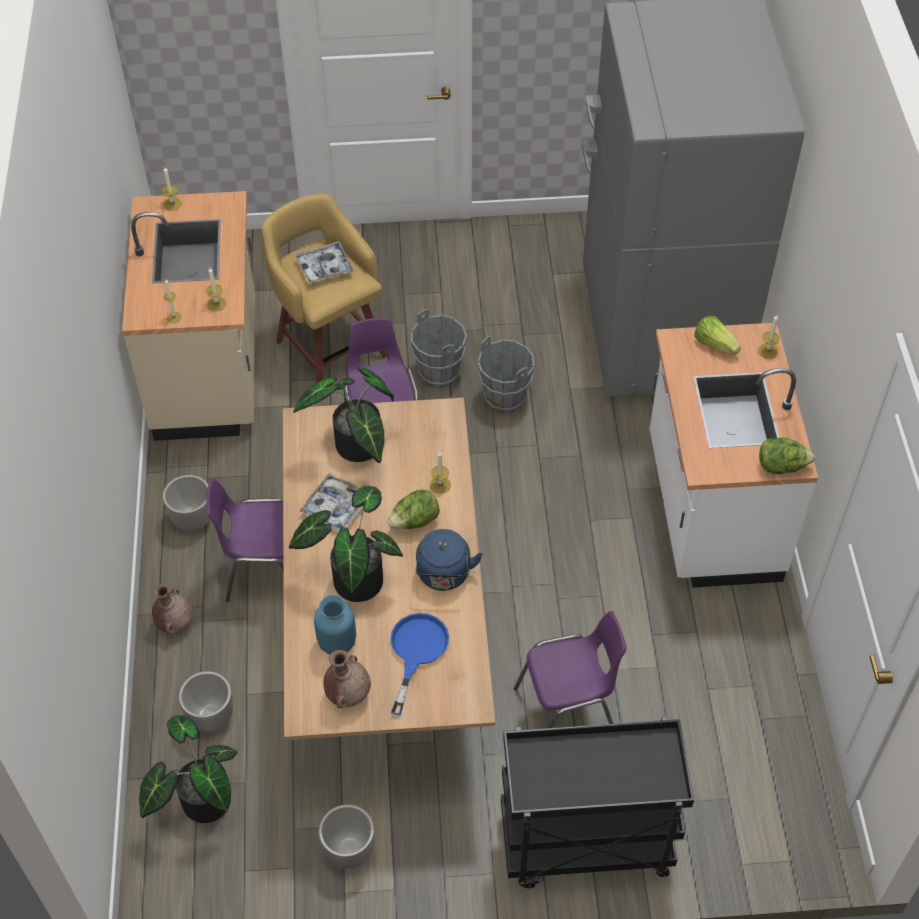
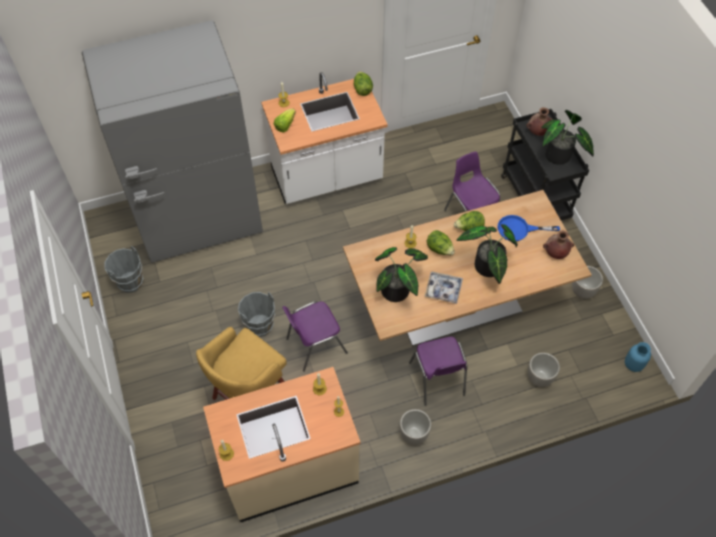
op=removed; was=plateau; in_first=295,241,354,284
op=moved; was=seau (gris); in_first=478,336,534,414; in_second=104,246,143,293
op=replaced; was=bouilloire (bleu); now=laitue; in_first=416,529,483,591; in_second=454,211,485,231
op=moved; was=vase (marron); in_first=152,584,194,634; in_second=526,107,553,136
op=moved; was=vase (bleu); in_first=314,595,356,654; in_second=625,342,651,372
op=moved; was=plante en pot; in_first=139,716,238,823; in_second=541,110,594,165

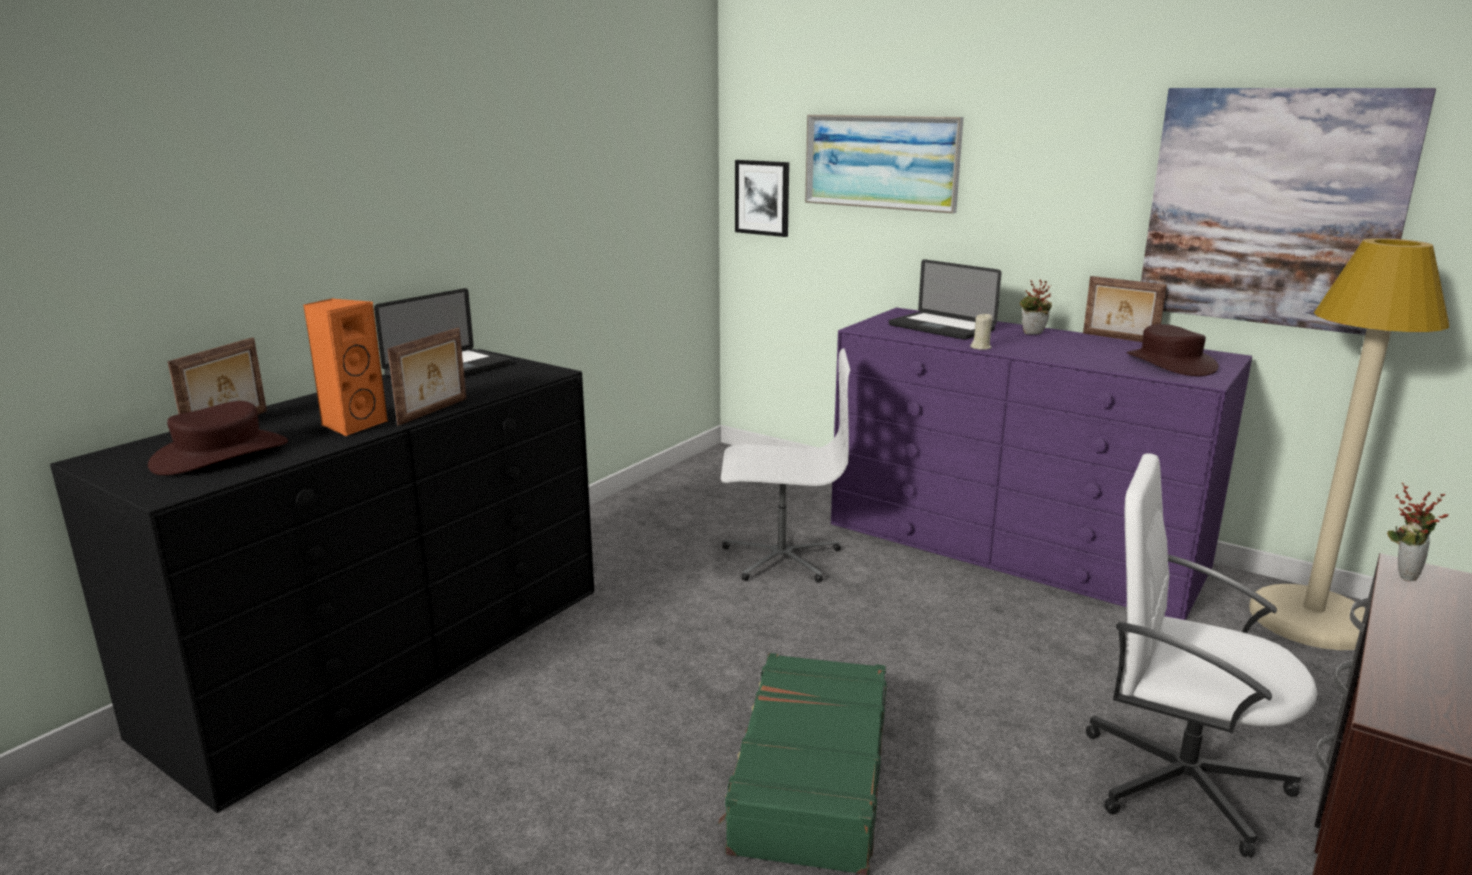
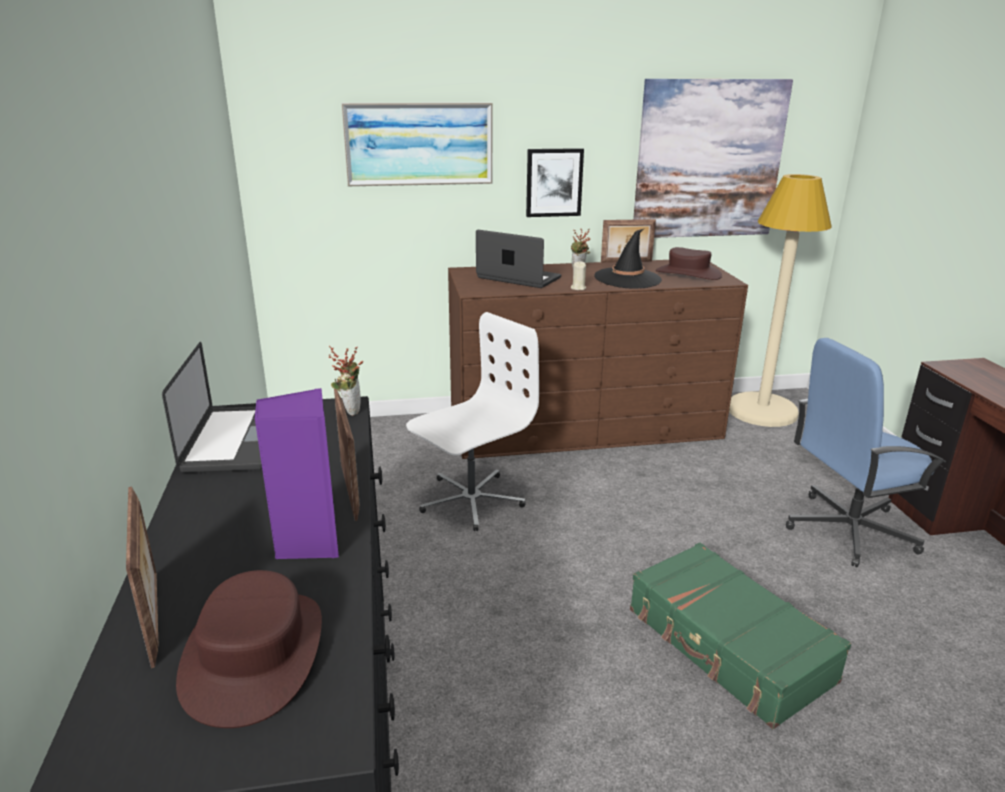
op=moved; was=tableau; in_first=735,160,789,237; in_second=526,148,584,217
op=turned; was=ordinateur portable; in_first=889,259,1001,340; in_second=476,230,561,288; clockwise=-150
op=recoloured; was=enceinte (orange); now=enceinte (violet); in_first=303,298,388,436; in_second=254,388,339,560
op=recoloured; was=commode (violet); now=commode (marron); in_first=831,308,1252,620; in_second=448,260,748,459
op=recoloured; was=chaise de bureau (blanc); now=chaise de bureau (bleu); in_first=1086,453,1318,857; in_second=786,338,946,567
op=moved; was=plante en pot; in_first=1387,482,1449,581; in_second=329,346,363,416
op=added; now=chapeau (noir); in_second=594,229,662,289

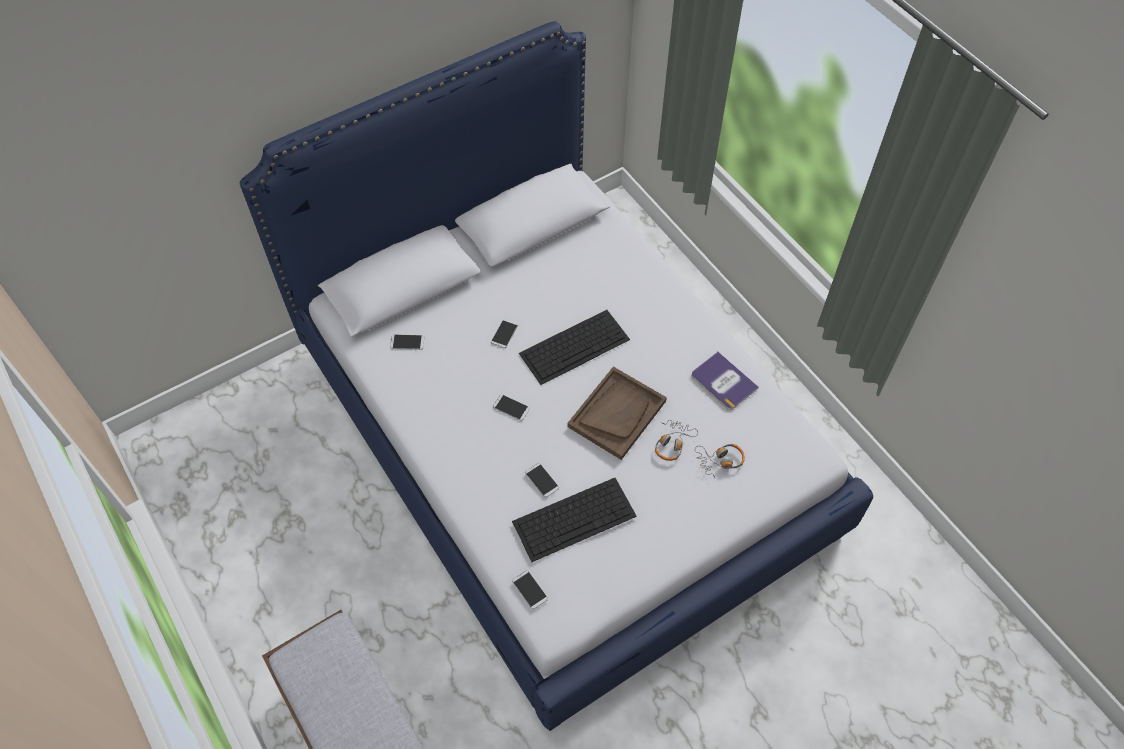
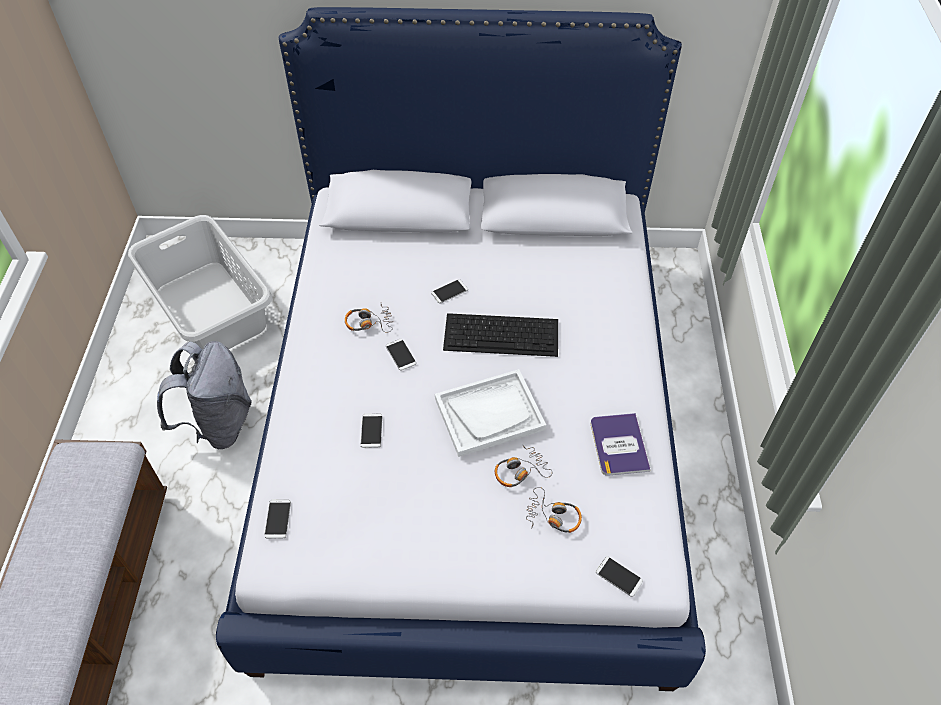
op=moved; was=téléphone; in_first=390,335,424,350; in_second=596,557,643,597
op=recoloured; was=plateau (marron); now=plateau (blanc); in_first=567,366,667,460; in_second=435,369,546,457
op=removed; was=clavier; in_first=512,478,637,562
op=added; now=panier à linge (gris); in_second=128,215,272,349
op=added; now=casque audio; in_second=345,304,393,333
op=added; now=sac à dos (gris); in_second=157,341,252,449

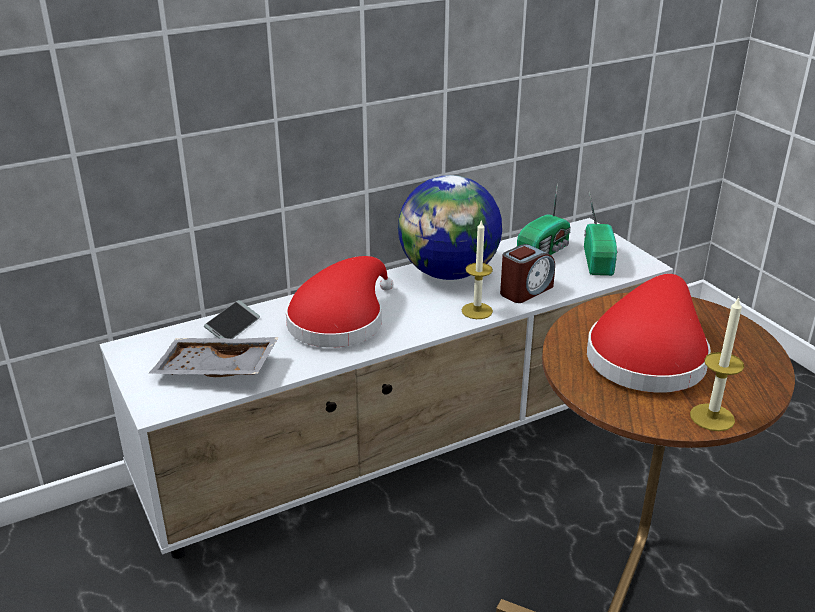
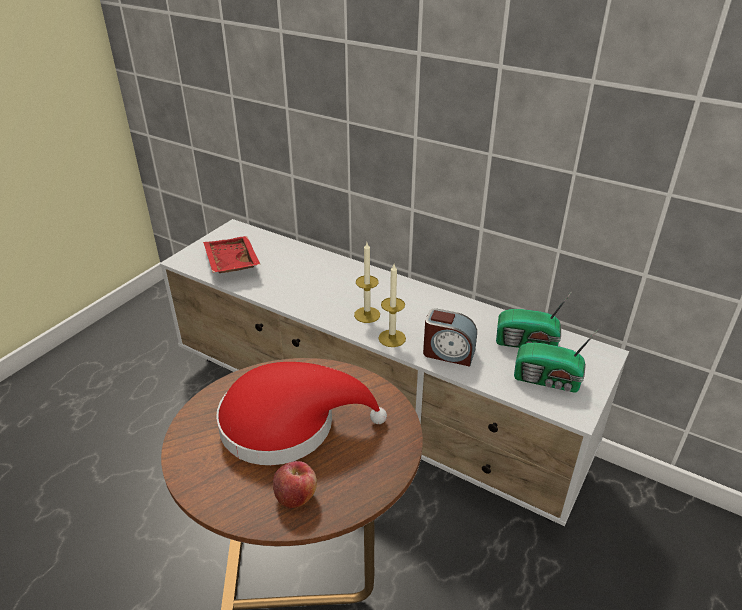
op=removed; was=globe; in_first=398,175,502,280
op=turned; was=radio; in_first=584,192,617,276; in_second=514,329,599,393; clockwise=45
op=removed; was=chapeau (rouge); in_first=286,256,393,348
op=moved; was=bougie; in_first=690,297,744,431; in_second=354,243,380,323
op=removed; was=téléphone; in_first=204,300,260,339
op=recoloured; was=plateau (gris); now=plateau (rouge); in_first=148,337,279,377; in_second=203,236,261,273
op=added; now=pomme; in_second=273,461,317,509

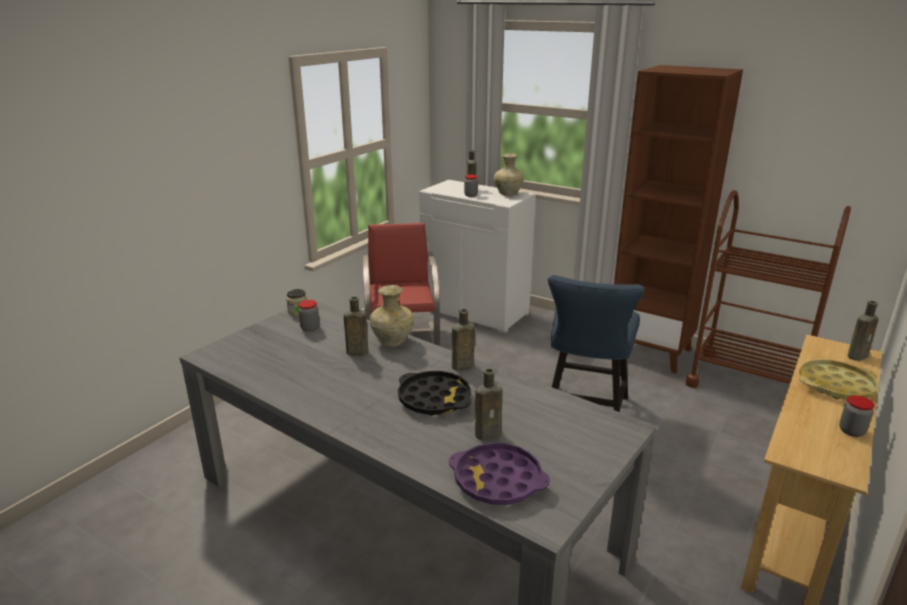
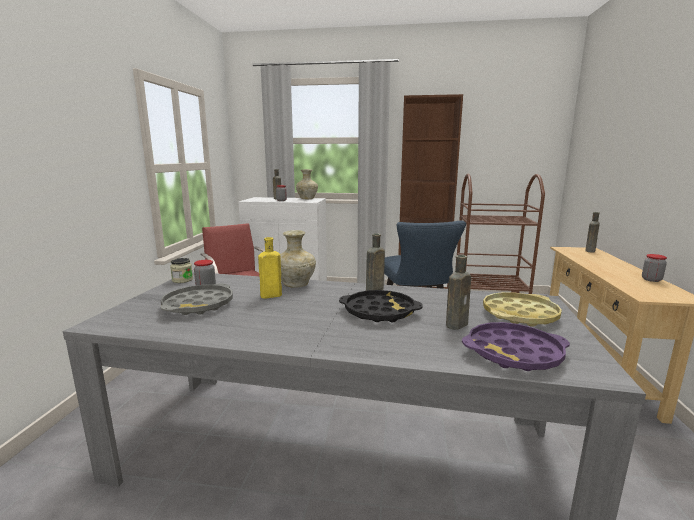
op=recoloured; was=bouteille (marron); now=bouteille (jaune); in_first=344,296,368,355; in_second=258,237,282,299
op=moved; was=plateau (jaune); in_first=799,359,879,399; in_second=483,292,562,327
op=added; now=plateau (gris); in_second=160,284,233,315

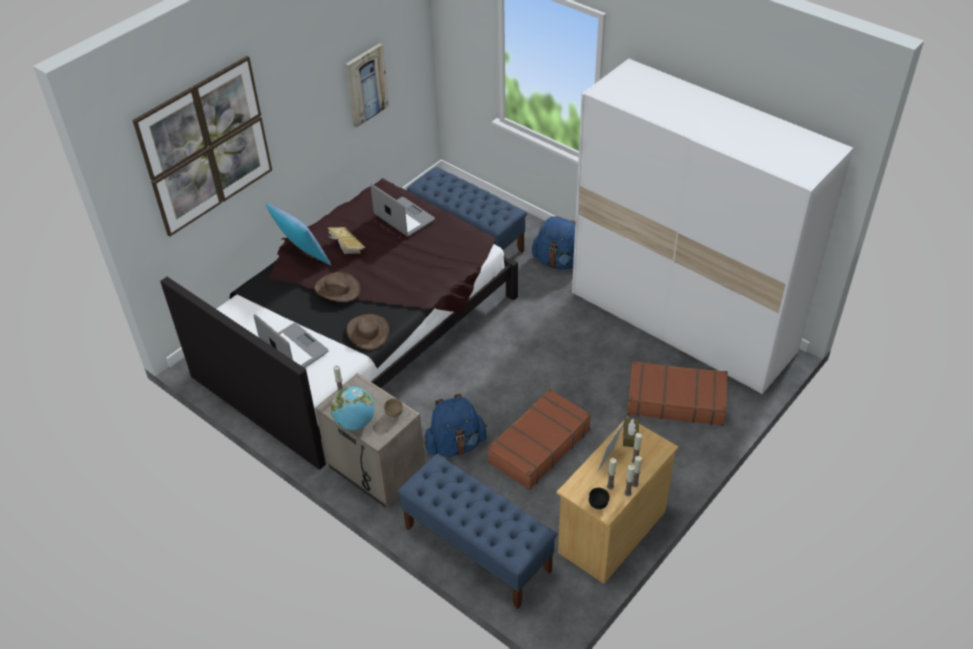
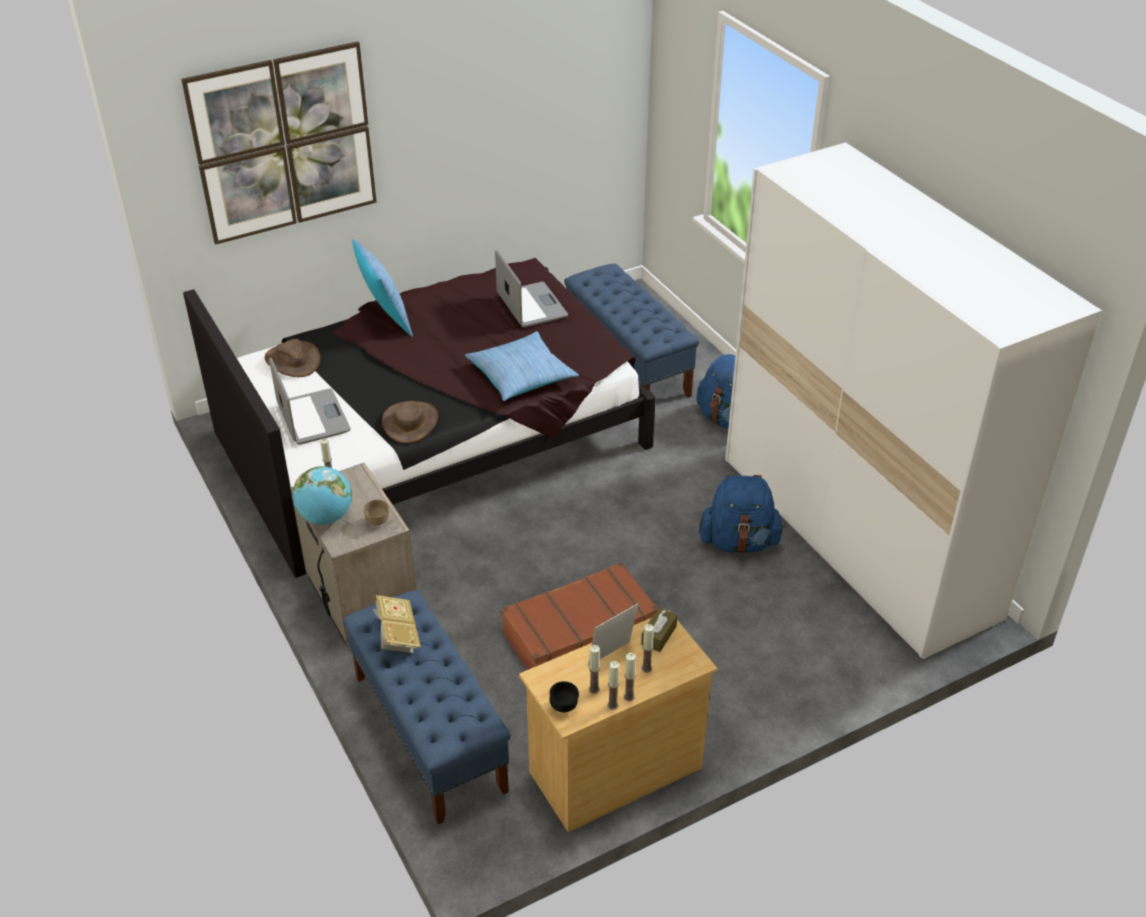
op=removed; was=tableau; in_first=345,43,389,128
op=moved; was=livre; in_first=328,227,366,254; in_second=373,595,421,653
op=moved; was=chapeau (marron); in_first=314,272,361,302; in_second=265,339,320,377
op=removed; was=valise (marron); in_first=627,361,728,426
op=moved; was=sac à dos (bleu); in_first=424,394,488,457; in_second=699,475,785,554
op=added; now=coussin; in_second=465,331,579,401

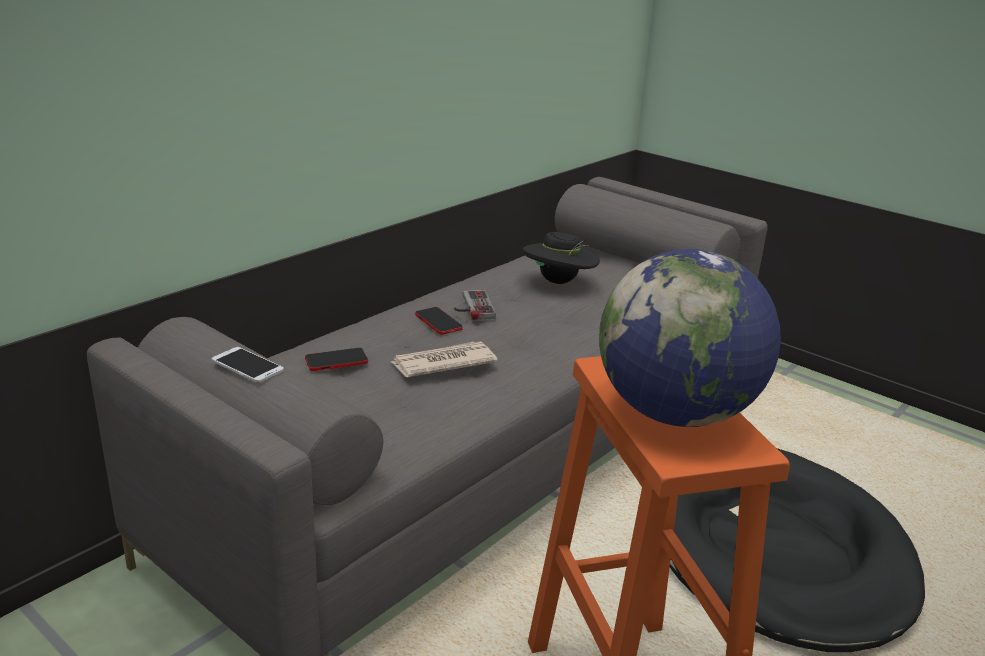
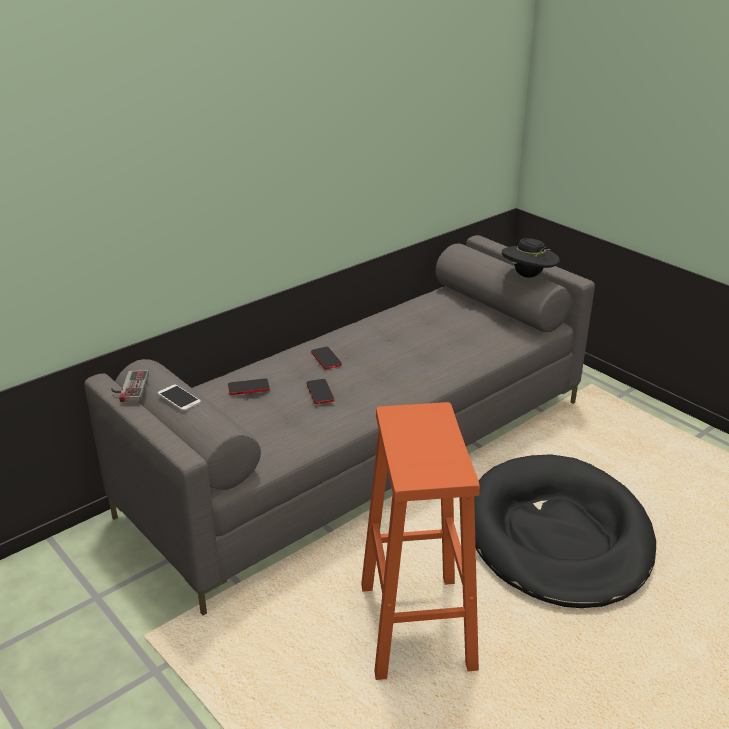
op=moved; was=chapeau (noir); in_first=523,232,600,284; in_second=502,238,560,278
op=removed; was=globe; in_first=599,249,781,427
op=moved; was=manette; in_first=454,290,496,320; in_second=111,370,149,402
op=replaced; was=journal; now=téléphone; in_first=391,342,498,377; in_second=307,379,334,404

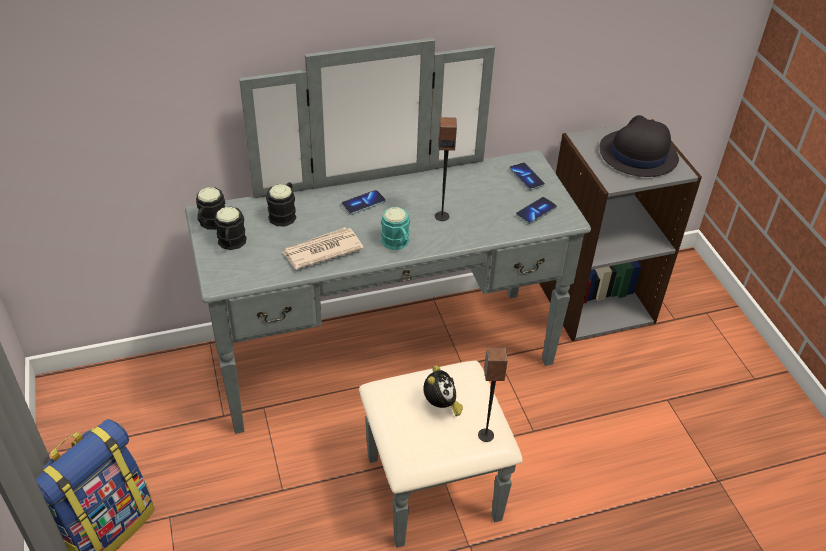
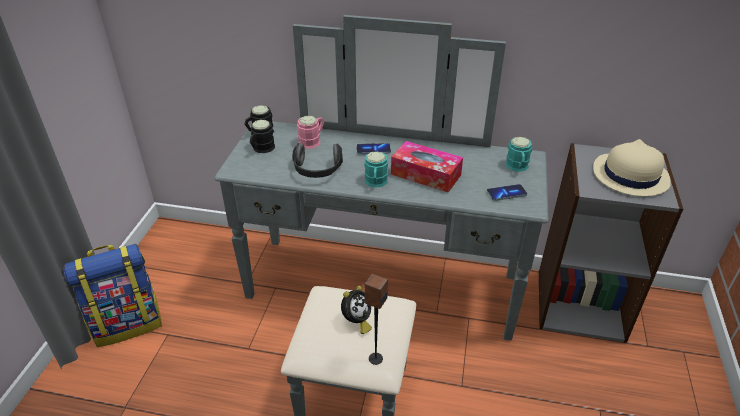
op=recoloured; was=chapeau (noir); now=chapeau (beige); in_first=600,115,679,177; in_second=593,139,671,196
op=replaced; was=enceinte; now=boîte à mouchoirs; in_first=435,117,457,221; in_second=391,141,463,192
op=replaced; was=téléphone; now=mug (turquoise); in_first=509,163,545,190; in_second=506,137,532,172
op=recoloured; was=mug (noir); now=mug (rose); in_first=266,182,296,226; in_second=297,116,325,149
op=replaced; was=journal; now=casque audio; in_first=282,227,364,269; in_second=292,143,343,178

